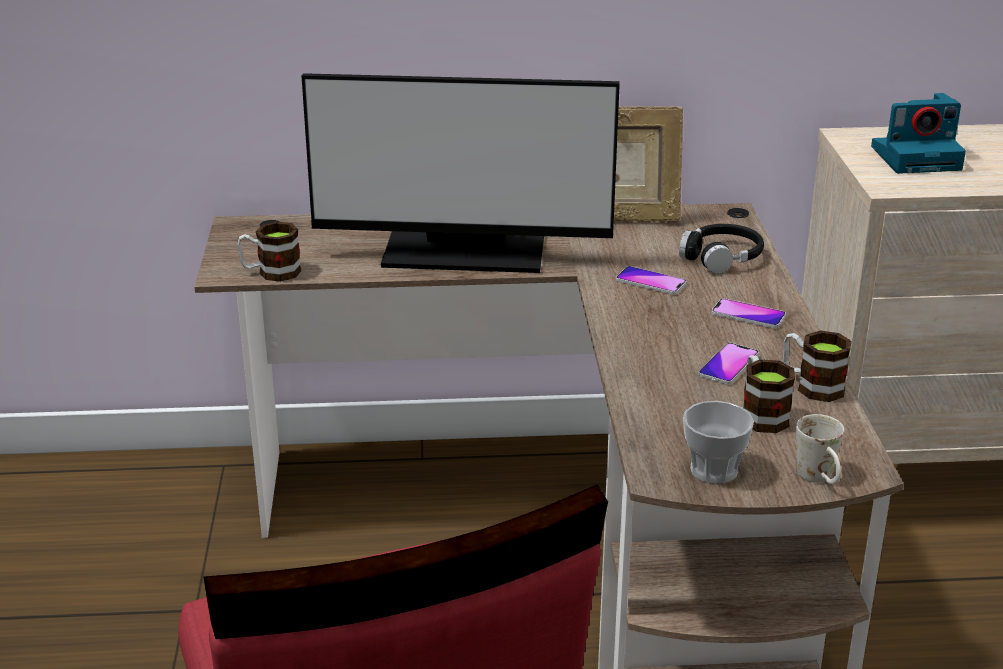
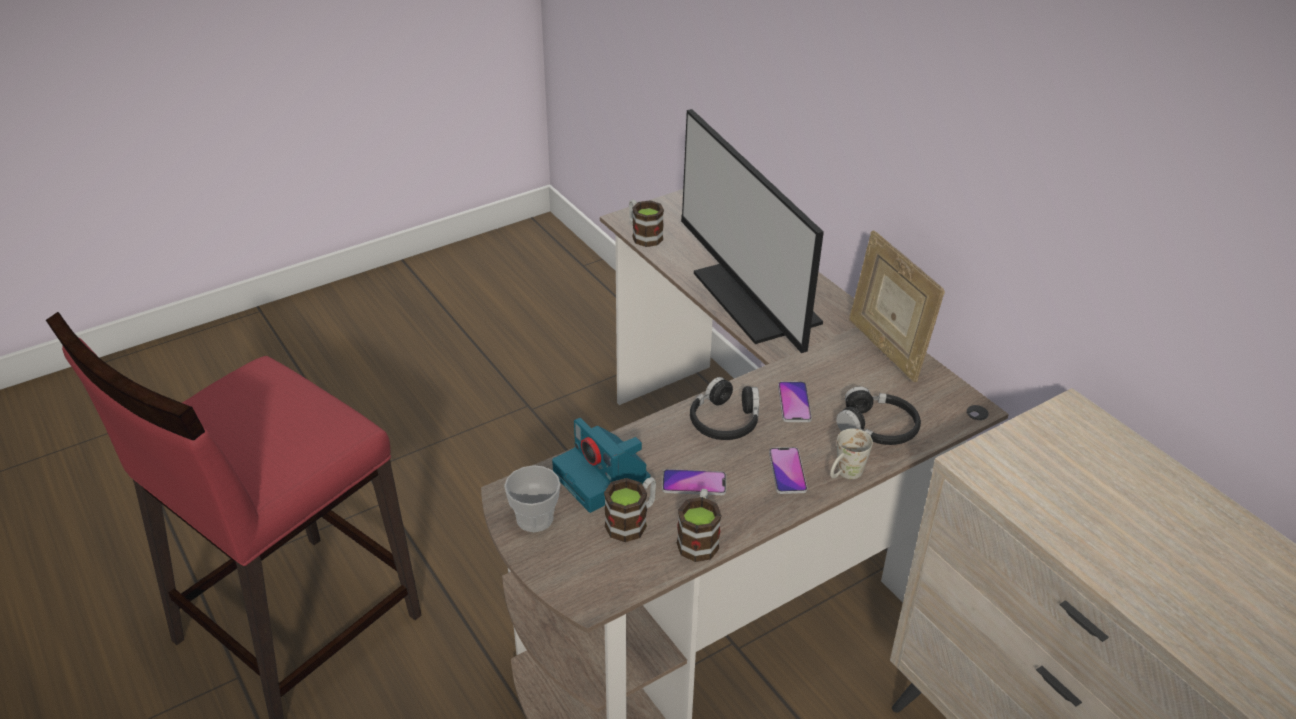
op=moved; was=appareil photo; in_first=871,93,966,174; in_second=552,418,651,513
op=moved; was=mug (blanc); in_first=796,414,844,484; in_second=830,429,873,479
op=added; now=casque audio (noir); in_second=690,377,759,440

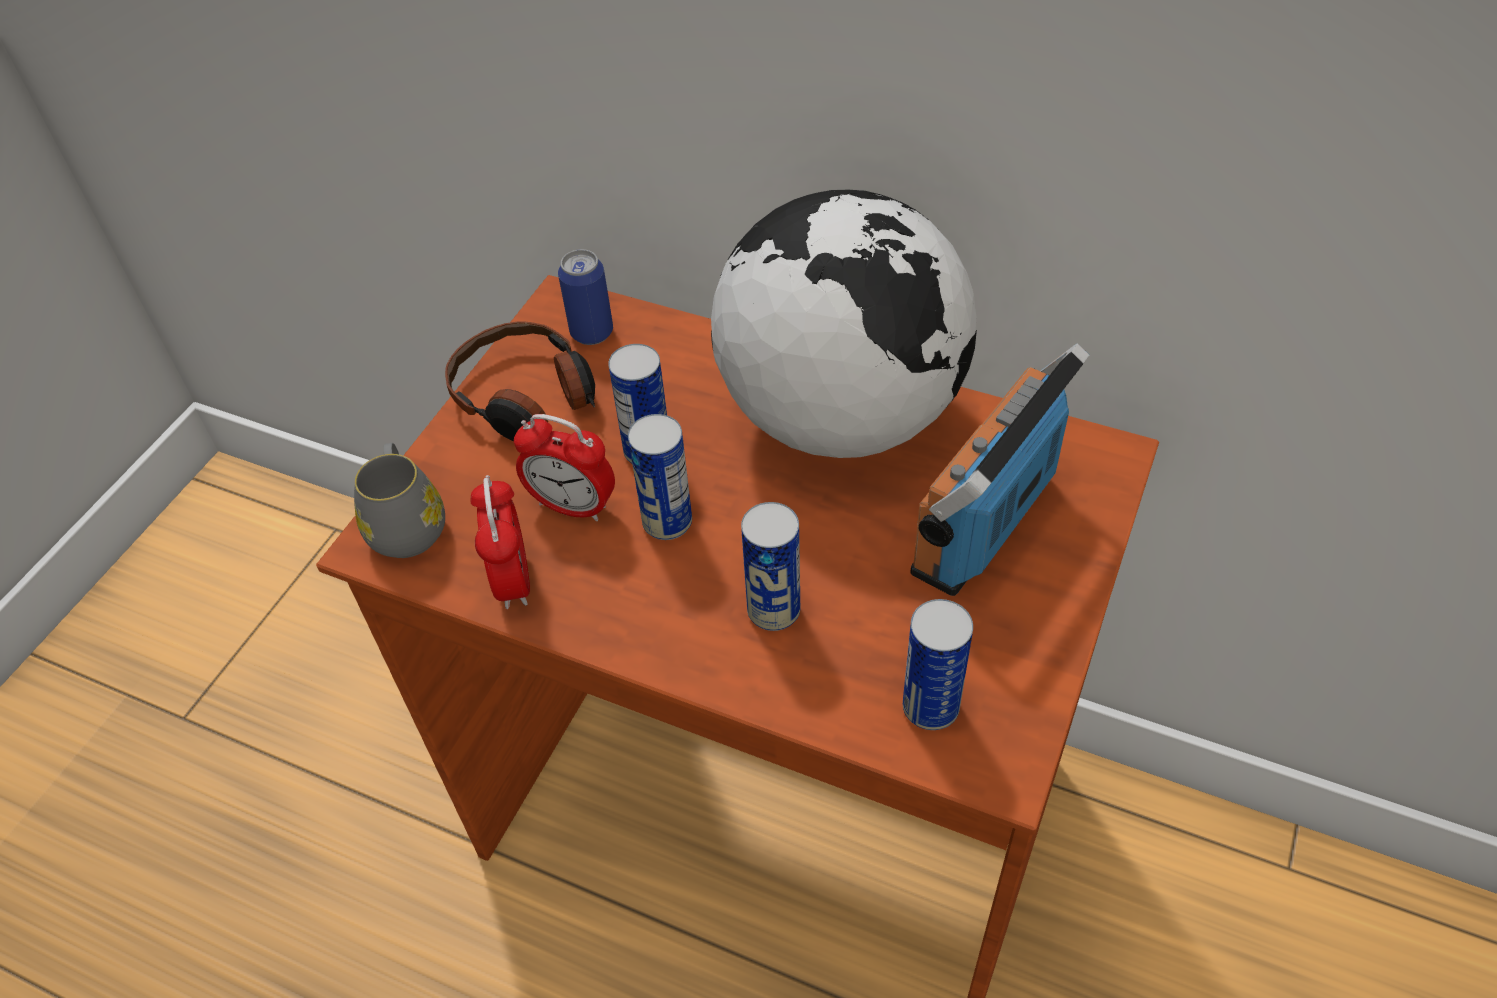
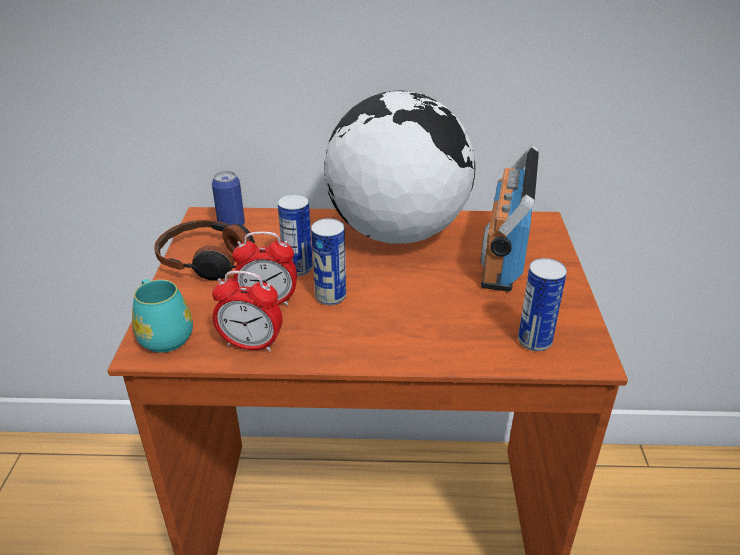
op=recoloured; was=mug (gris); now=mug (turquoise); in_first=354,443,445,558; in_second=132,279,193,353
op=turned; was=réveil; in_first=470,475,530,609; in_second=212,270,283,352; clockwise=135
op=removed; was=boîte métallique; in_first=741,502,800,631

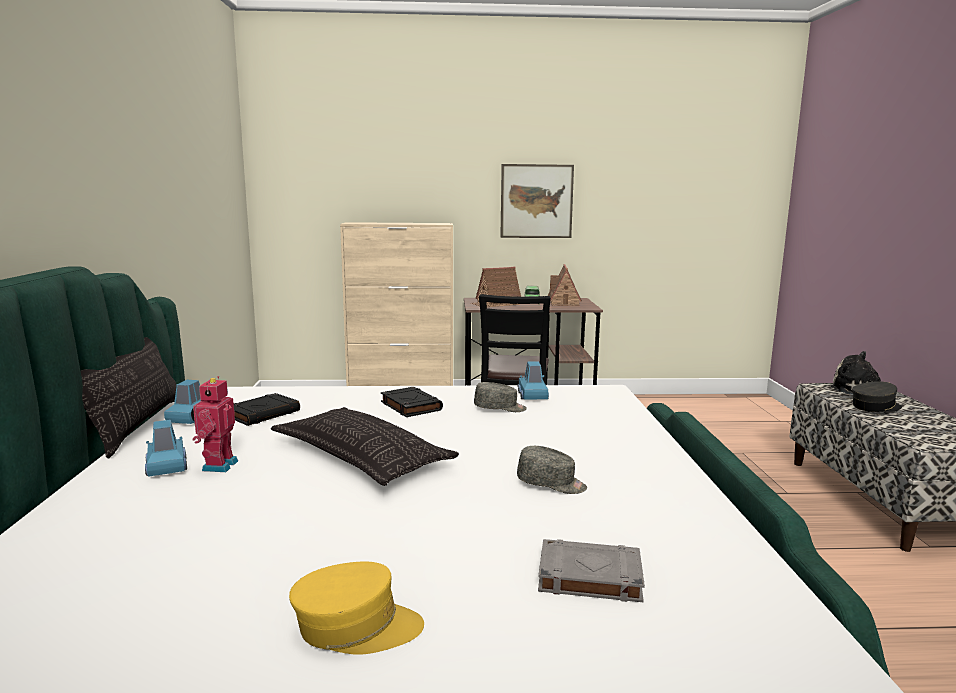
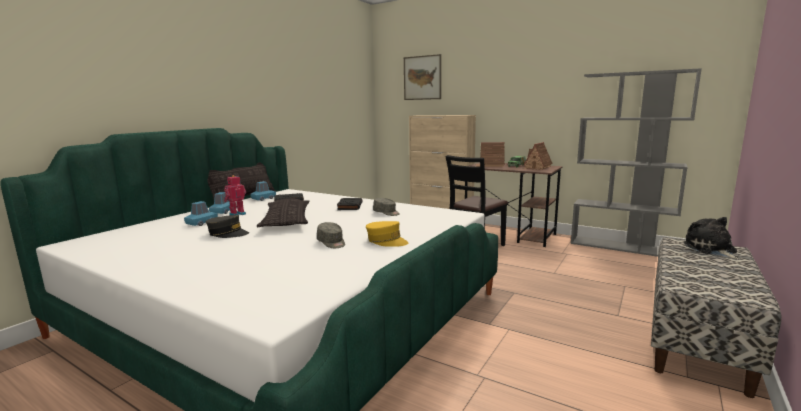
op=moved; was=tableau; in_first=500,164,574,238; in_second=404,54,441,100
op=moved; was=petite voiture (bleu); in_first=517,361,549,399; in_second=184,201,218,226
op=moved; was=casquette (gris); in_first=852,381,902,412; in_second=206,215,249,238
op=removed; was=livre (gris); in_first=538,539,645,602
op=moved; was=casquette (jaune); in_first=289,561,424,654; in_second=366,221,409,247
op=added; now=bibliothèque (gris); in_second=571,68,702,257

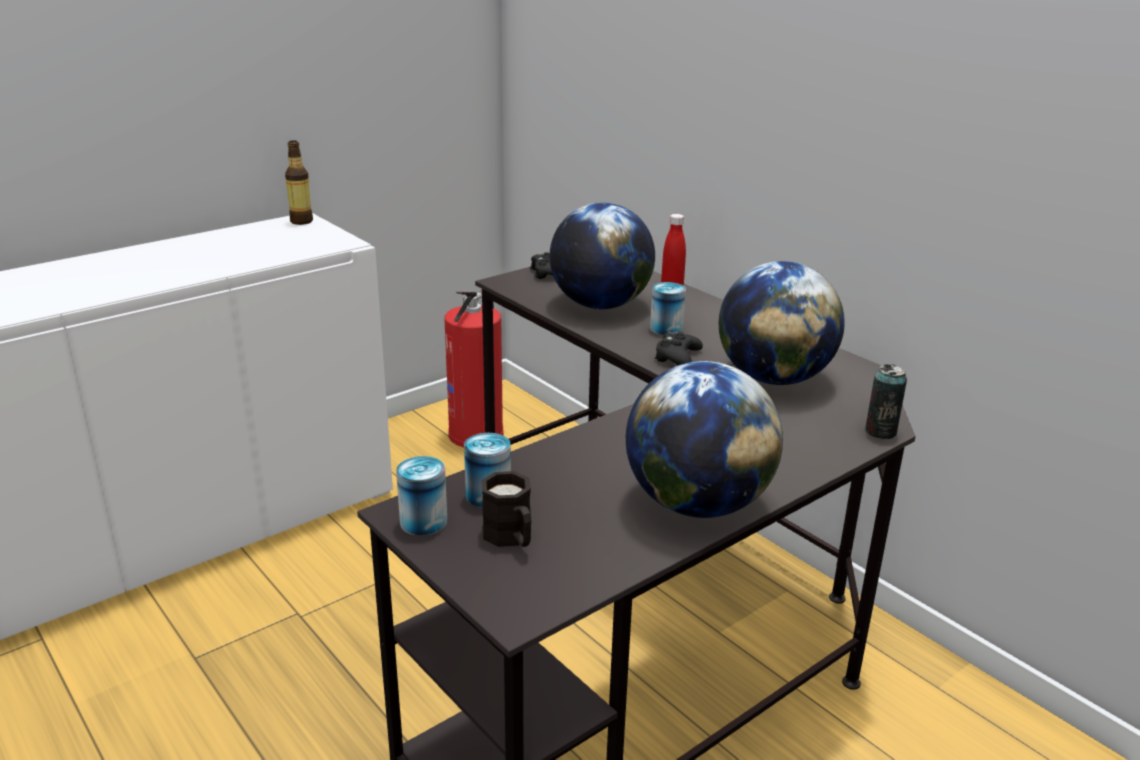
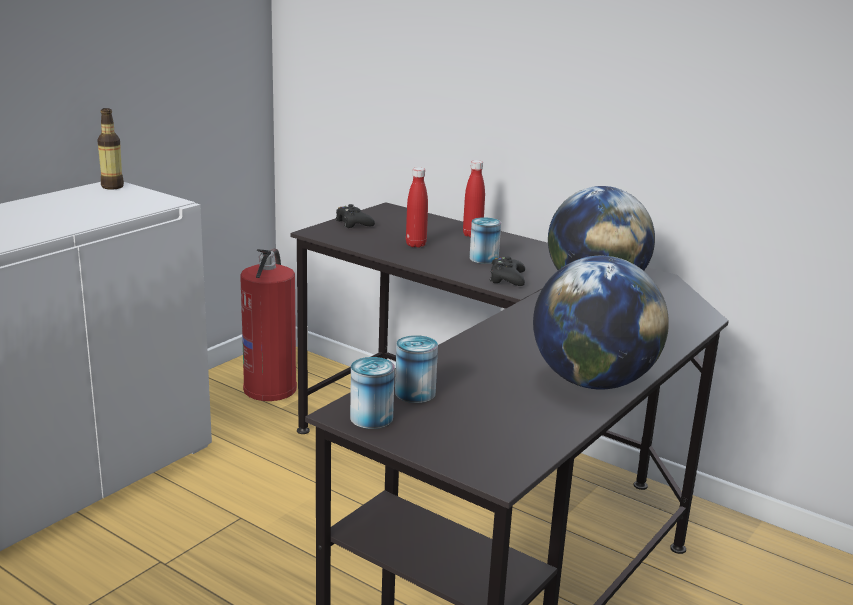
op=replaced; was=globe; now=bouteille (rouge); in_first=549,202,655,309; in_second=406,167,428,248
op=removed; was=boîte métallique; in_first=865,364,907,439
op=removed; was=mug (noir); in_first=481,471,532,547

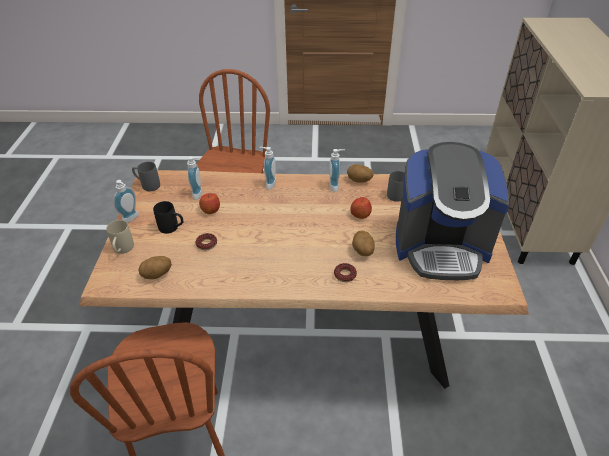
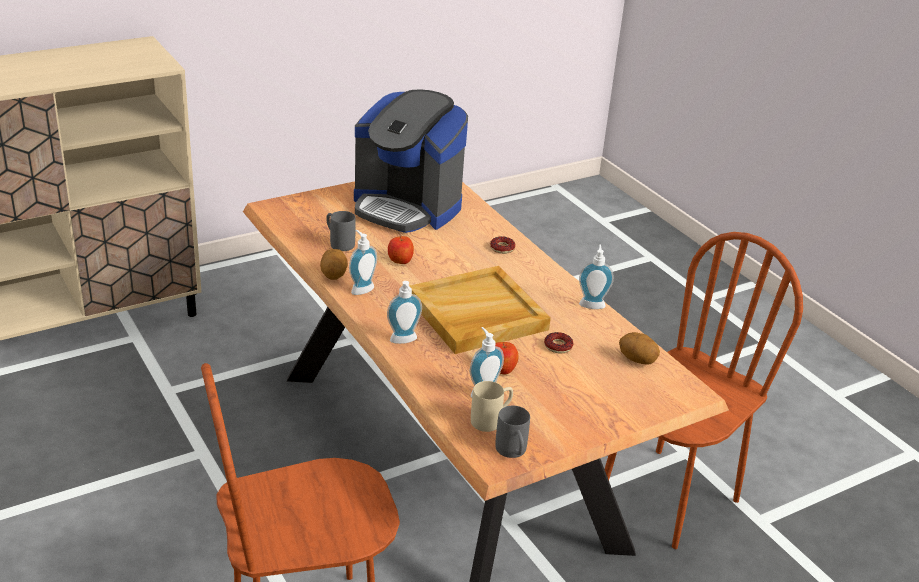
op=turned; was=machine à café; in_first=396,142,510,280; in_second=354,89,468,233; clockwise=150
op=moved; was=distributeur de savon; in_first=113,180,139,223; in_second=579,245,614,309
op=removed; was=mug (noir); in_first=153,201,183,234
op=moved; was=mug (beige); in_first=106,220,134,254; in_second=471,381,513,432
op=removed; was=pomme de terre; in_first=352,231,375,256
op=added; now=plateau (beige); in_second=409,266,551,354

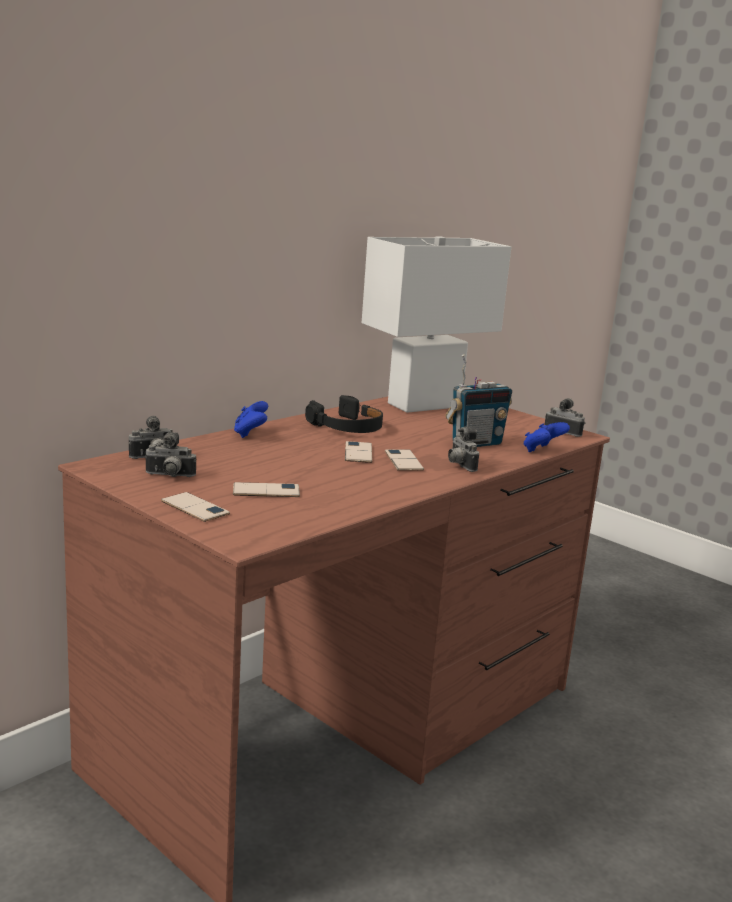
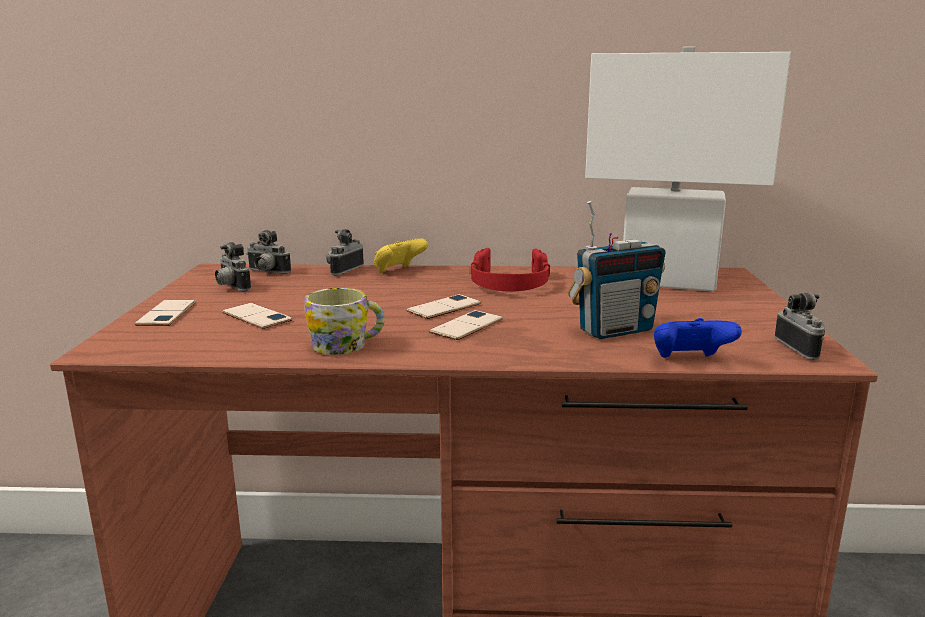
op=turned; was=radio; in_first=445,355,512,447; in_second=568,201,666,339; clockwise=-45
op=recoloured; was=casque audio (noir); now=casque audio (rouge); in_first=305,395,383,433; in_second=471,248,550,291
op=recoloured; was=manette (bleu); now=manette (jaune); in_first=234,401,268,438; in_second=373,238,428,273
op=moved; was=appareil photo; in_first=448,426,479,472; in_second=326,229,364,276
op=added; now=mug; in_second=304,288,385,355

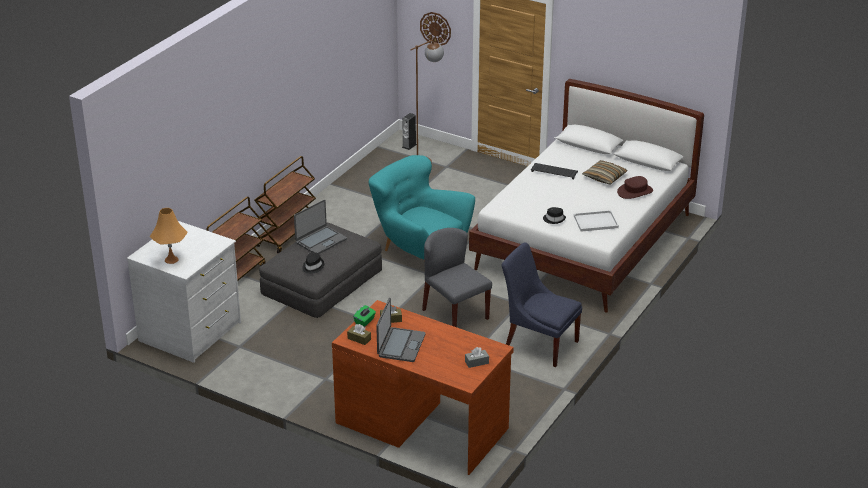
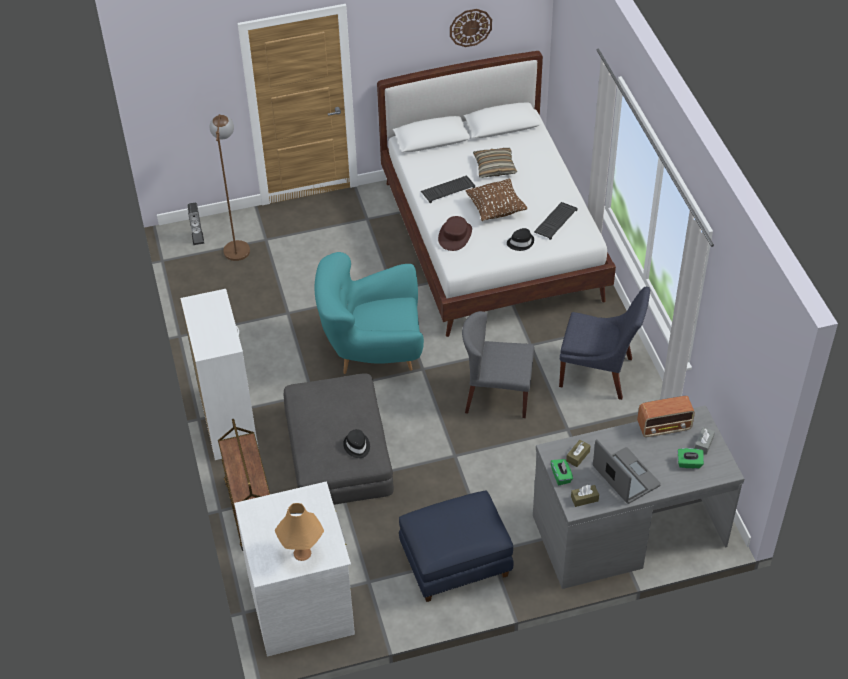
op=moved; was=horloge murale; in_first=420,12,451,46; in_second=450,9,492,47
op=replaced; was=chariot (marron); now=commode (blanc); in_first=254,156,316,253; in_second=180,289,258,460
op=moved; was=chapeau (marron); in_first=617,176,653,199; in_second=438,216,472,251
op=removed; was=ordinateur portable; in_first=294,200,347,254
op=replaced; was=plateau (blanc); now=clavier; in_first=574,210,619,232; in_second=534,202,578,240
op=turned; was=chaise (bleu); in_first=502,242,582,367; in_second=559,287,650,400; clockwise=-150
op=recoloured; was=bureau (marron); now=bureau (gris); in_first=332,300,514,475; in_second=533,405,744,589
op=added; now=coussin (marron); in_second=465,178,527,221
op=added; now=radio; in_second=637,396,695,437
op=added; now=boîte à mouchoirs (vert); in_second=677,448,704,469
op=added; now=pouf (bleu); in_second=399,490,514,602

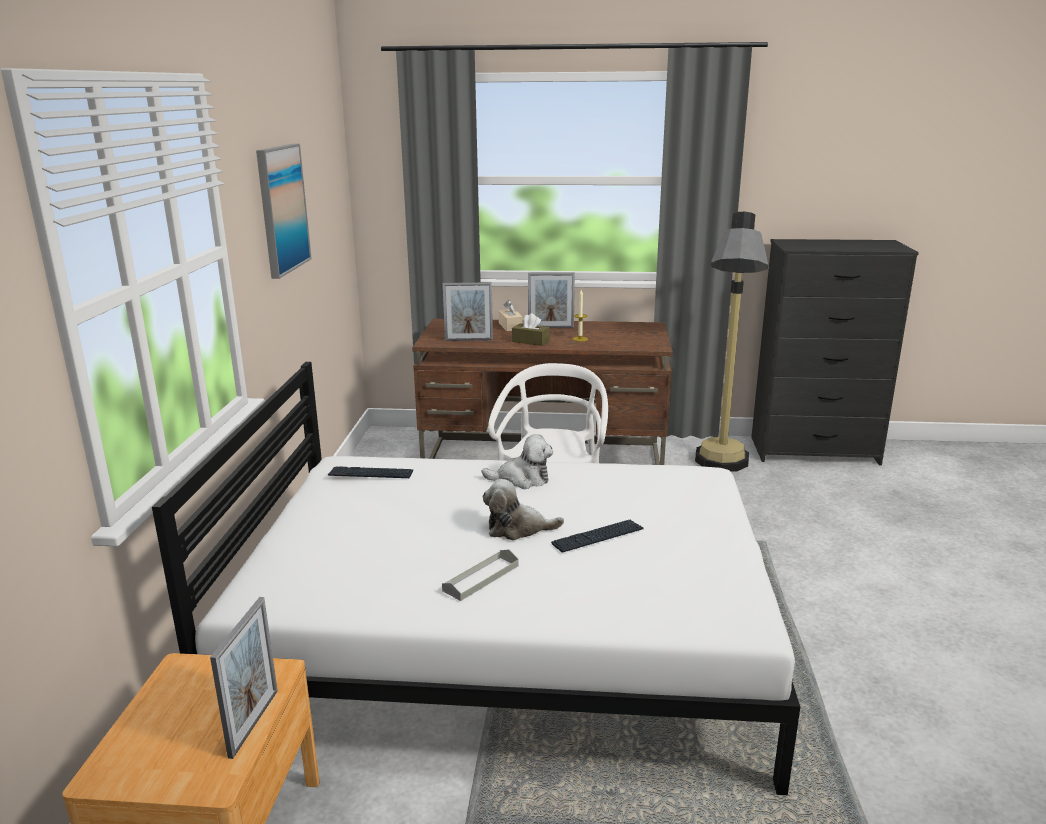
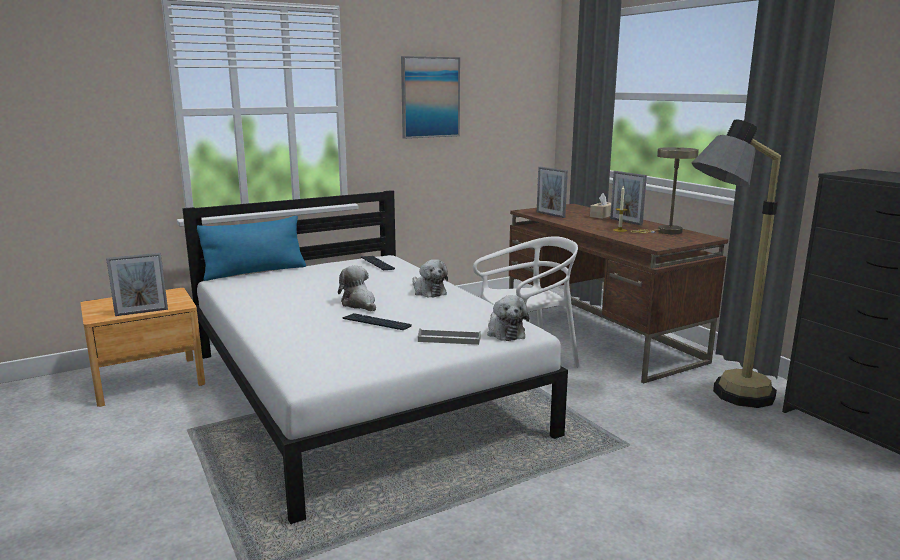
op=removed; was=boîte à mouchoirs (marron); in_first=512,313,550,346
op=moved; was=plateau (gris); in_first=442,549,519,601; in_second=418,328,481,345
op=added; now=lampe de table (beige); in_second=630,147,699,234
op=added; now=coussin (bleu); in_second=197,216,306,281
op=added; now=peluche; in_second=487,295,529,341

